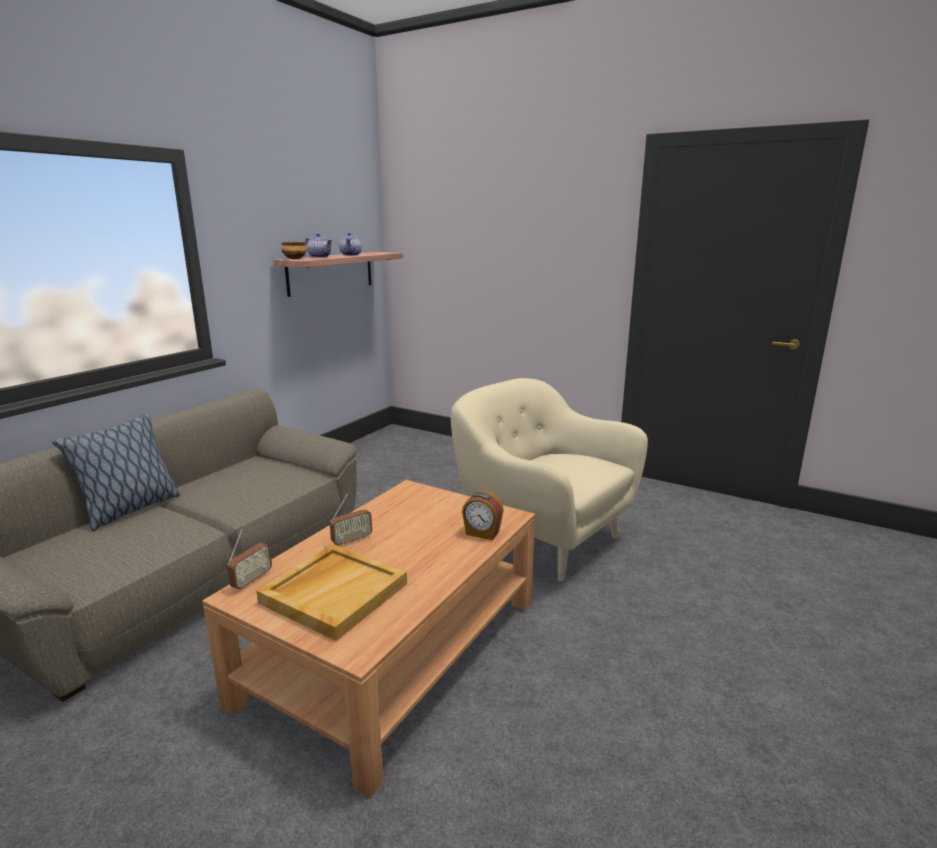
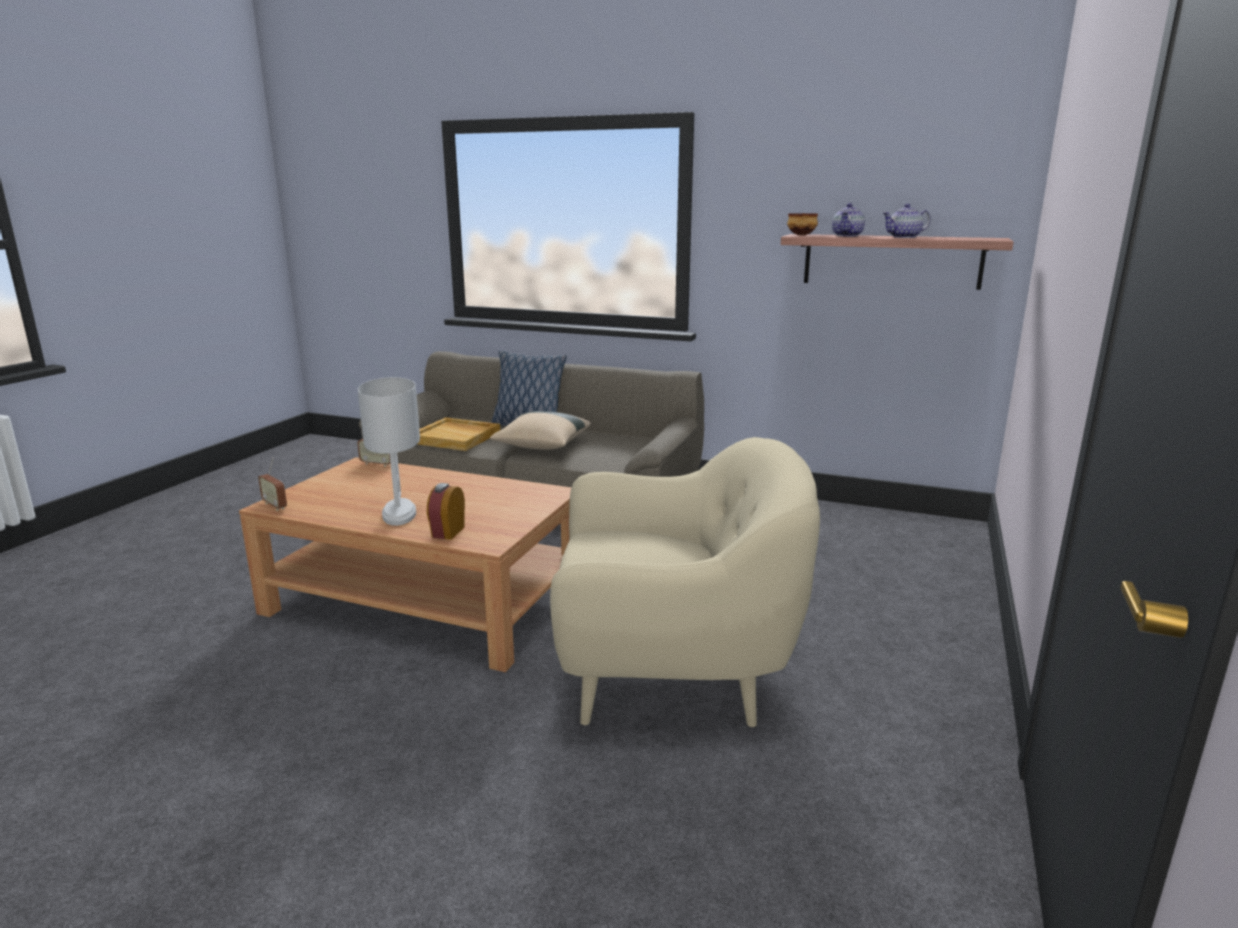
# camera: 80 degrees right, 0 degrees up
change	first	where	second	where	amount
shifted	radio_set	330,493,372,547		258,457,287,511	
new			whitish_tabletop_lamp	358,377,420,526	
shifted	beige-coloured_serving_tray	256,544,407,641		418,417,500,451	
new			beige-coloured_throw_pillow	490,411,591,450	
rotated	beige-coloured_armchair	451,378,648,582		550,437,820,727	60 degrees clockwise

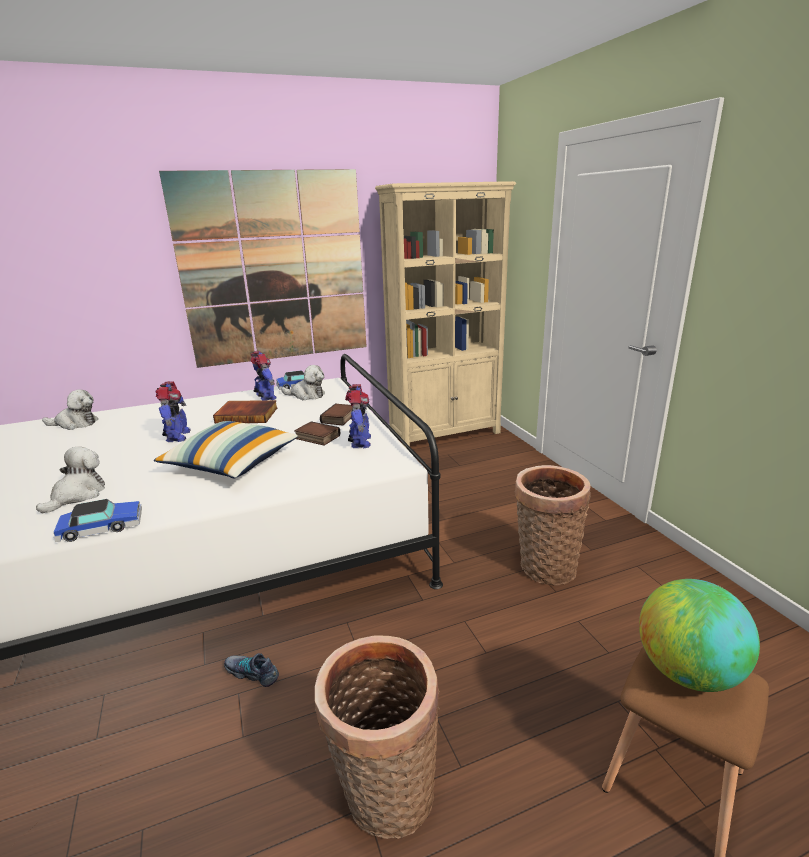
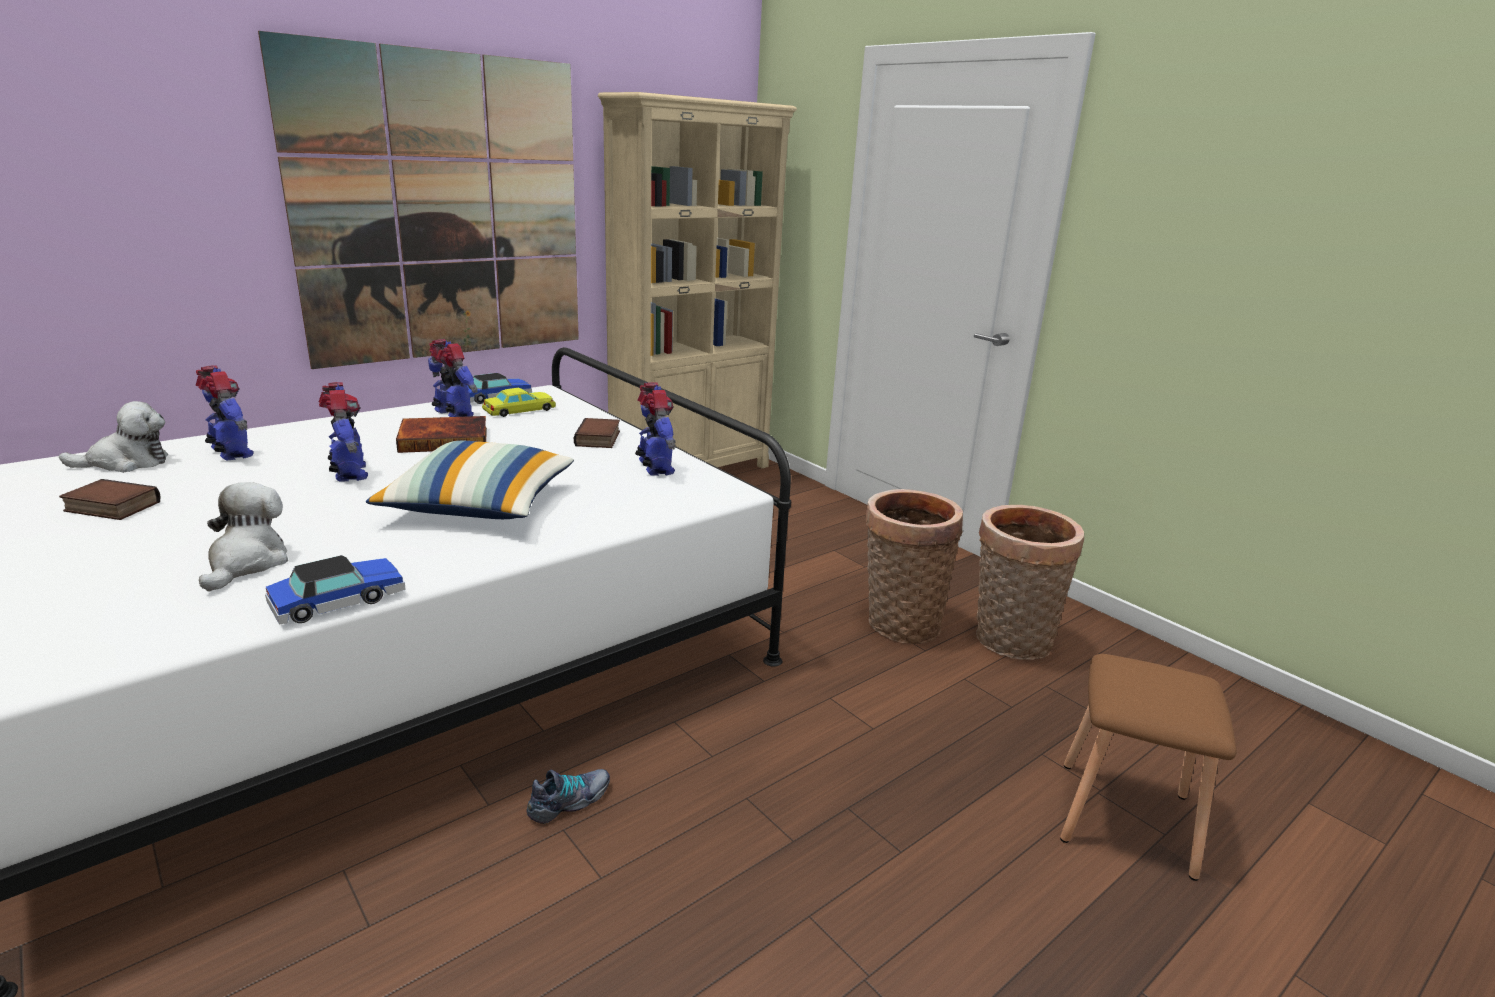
# camera: 20 degrees left, 0 degrees up
change	first	where	second	where	amount
shifted	bound_book	294,421,340,446		59,479,161,520	
new			model_robot	195,365,254,461	
swapped	soft_toy	281,365,325,400	yellow-coloured_model_car	482,388,556,417	
rotated	shoe	224,653,279,687		526,769,610,824	135 degrees clockwise
shifted	storage_basket	315,635,440,839		976,505,1084,660	
gone	world_globe	639,579,760,692			

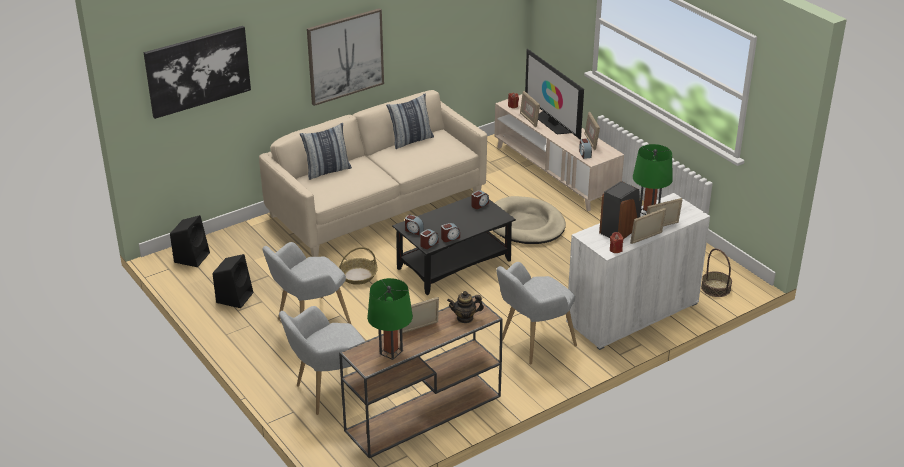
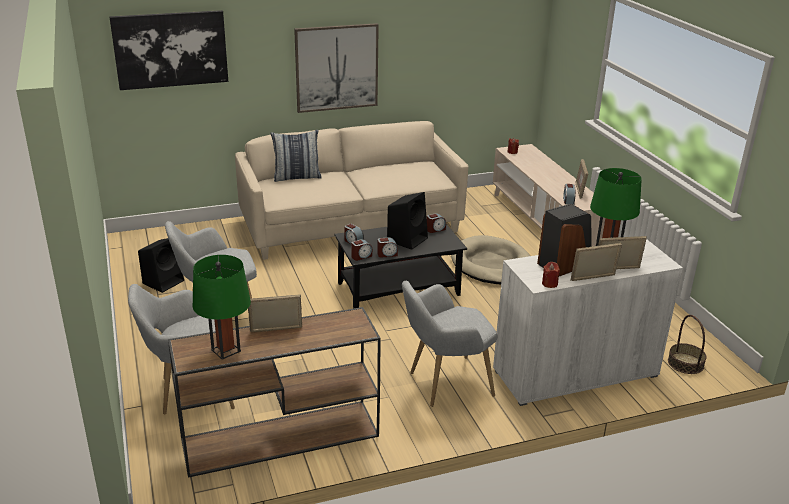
# camera: 15 degrees right, 5 degrees down
change	first	where	second	where	amount
shifted	blackish_loudspeaker	170,215,210,267		387,192,428,250	
gone	storage_basket	339,247,378,285			
gone	throw_pillow	386,93,434,149			
gone	pot_for_tea	447,291,484,323			
gone	photo_frame	520,91,540,127			
gone	TV_set	525,49,584,139			

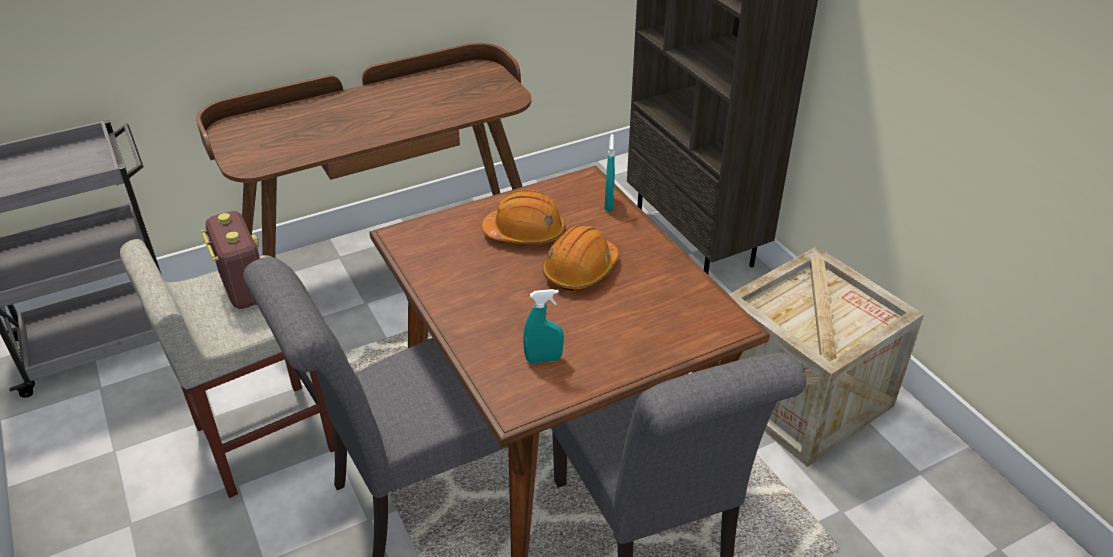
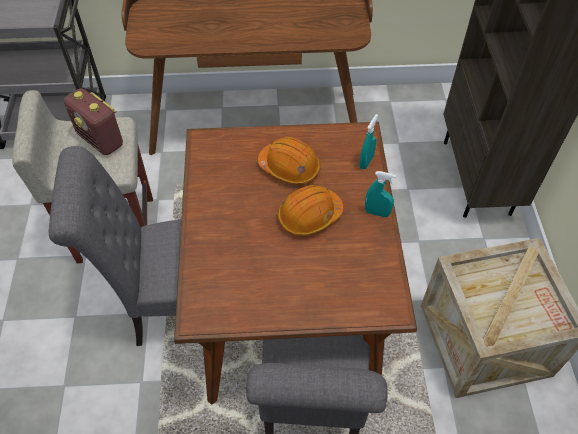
# camera: 25 degrees right, 15 degrees up
change	first	where	second	where	amount
rotated	radio_set	201,211,260,309		64,88,123,155	135 degrees clockwise
shifted	turquoise_hand_sprayer	523,289,564,363		365,171,396,217	

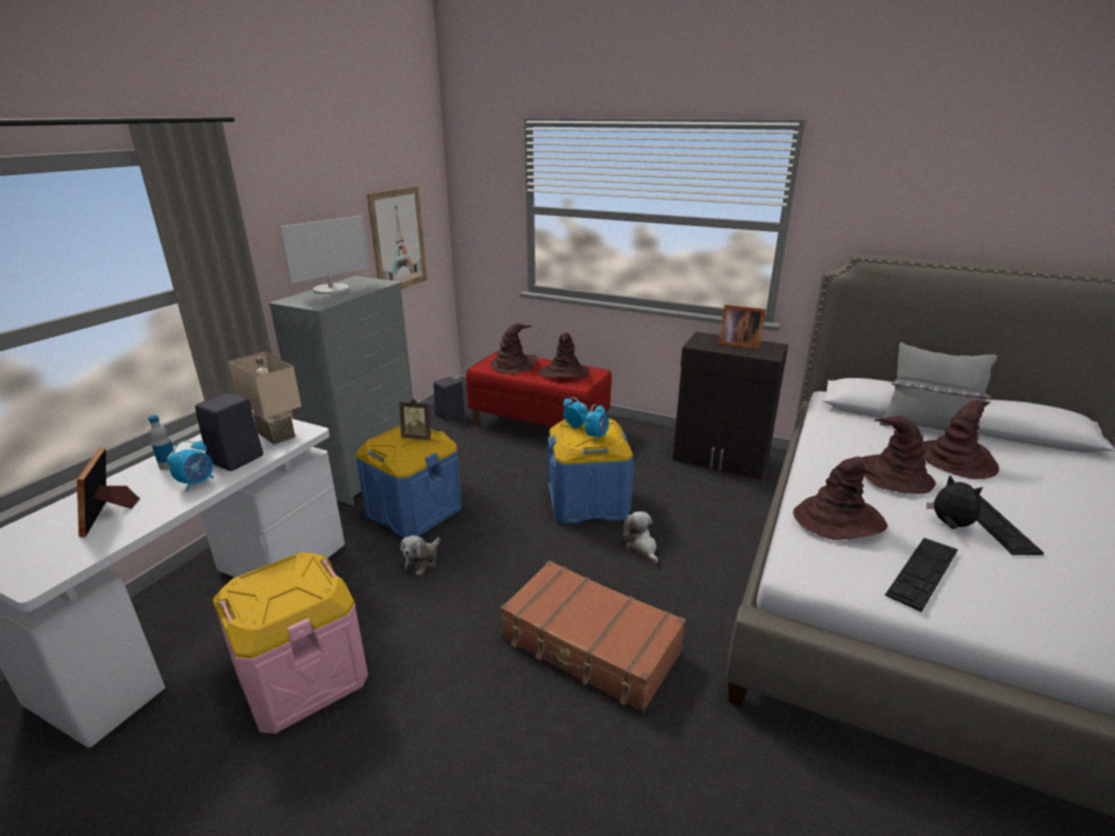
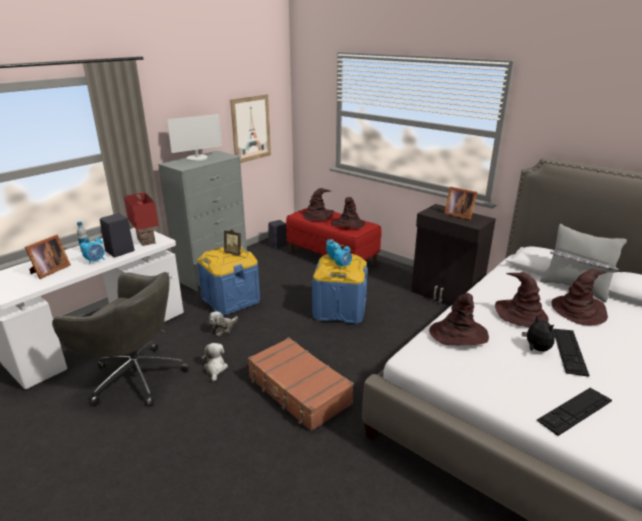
# camera: 15 degrees right, 0 degrees up
change	first	where	second	where	amount
rotated	photo_frame	77,447,140,537		25,235,71,279	150 degrees counterclockwise
swapped	pink_storage_container	213,552,368,734	greyish_computer_chair	52,272,189,406	
repainted	beige-coloured_tabletop_lamp	228,352,302,445	red_tabletop_lamp	124,192,159,246	
shifted	soft_toy	622,512,658,564		201,343,228,382	
shifted	keyboard	885,538,958,612		537,388,612,436	

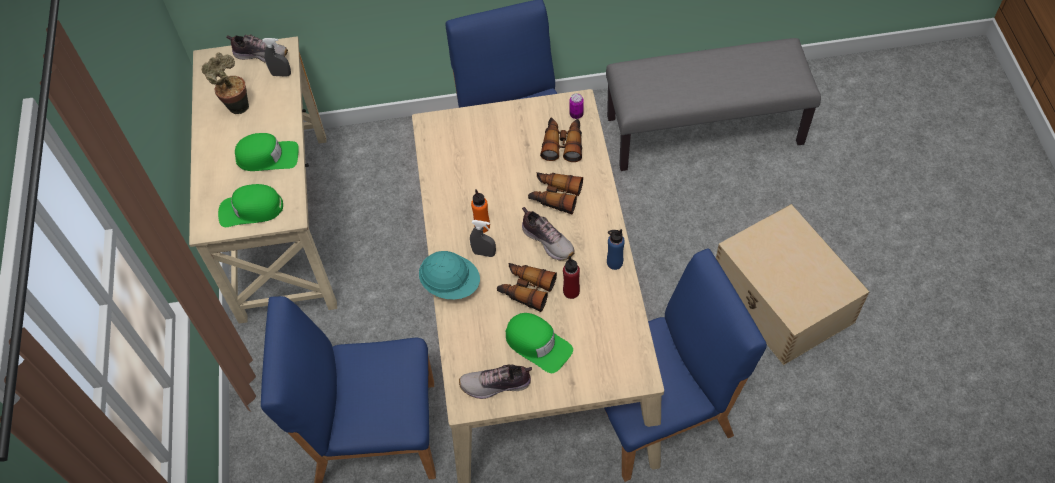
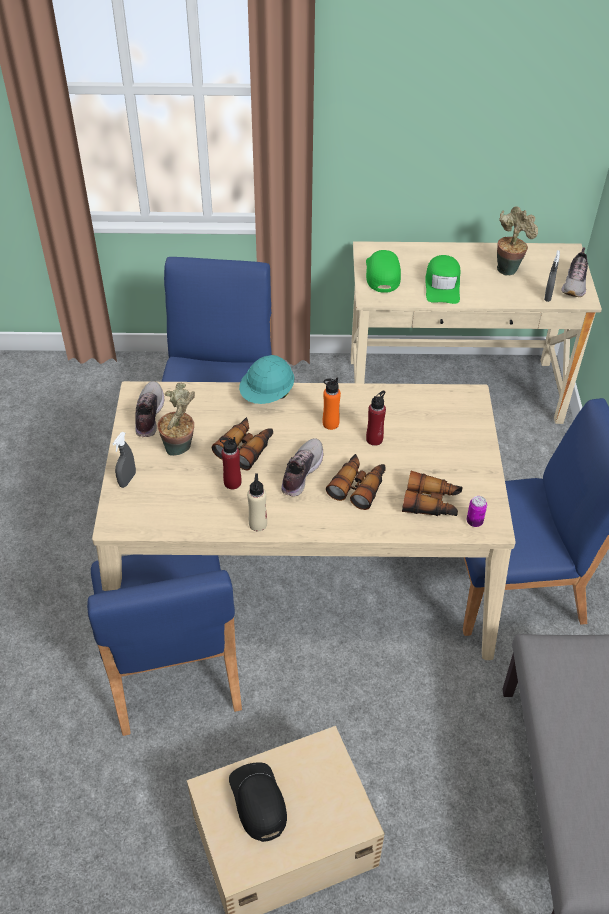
# camera: 95 degrees right, 10 degrees down
change	first	where	second	where	amount
shifted	greyish_hand_sprayer	470,220,496,257		113,432,136,488	
swapped	green-coloured_cap	506,313,573,373	plant_in_a_pot	158,383,195,456	
new			blackish_cap	229,762,287,842	
repainted	blue-coloured_drink_bottle	607,229,625,270	beige-coloured_drink_bottle	247,473,267,531	
rotated	shoe	522,207,575,260		281,438,323,496	150 degrees clockwise
new			red_drink_bottle	366,390,386,446	

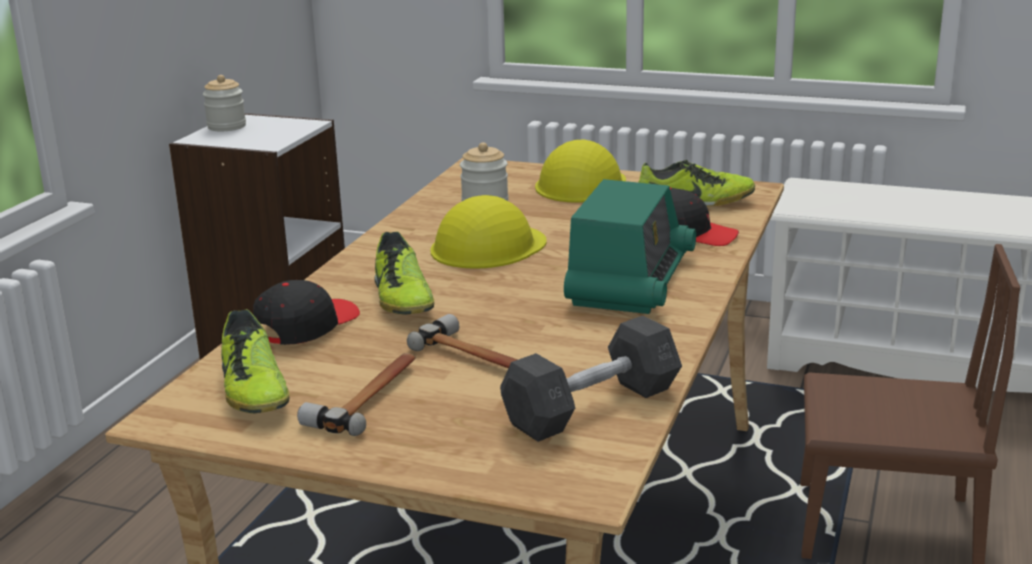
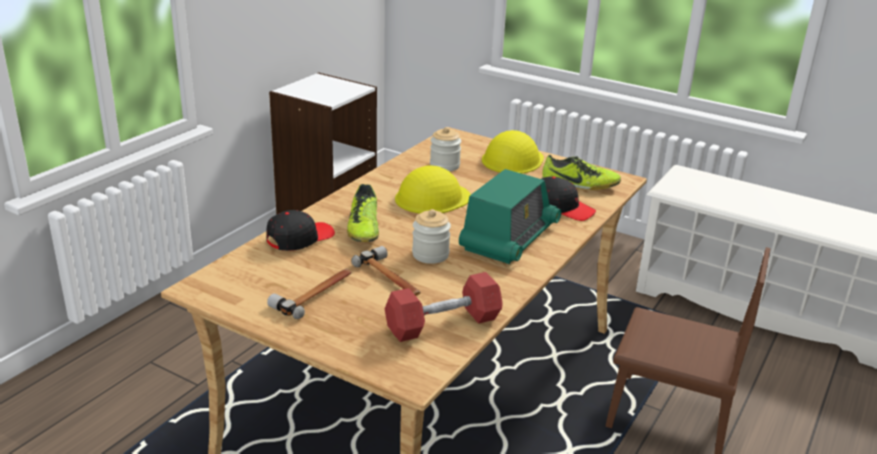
# camera: 10 degrees right, 5 degrees up
change	first	where	second	where	amount
repainted	greyish_dumbbell	500,316,682,442	red_dumbbell	385,272,503,342	
shifted	storage_jar	203,75,246,131		412,209,451,264	
gone	shoe	221,309,290,413			

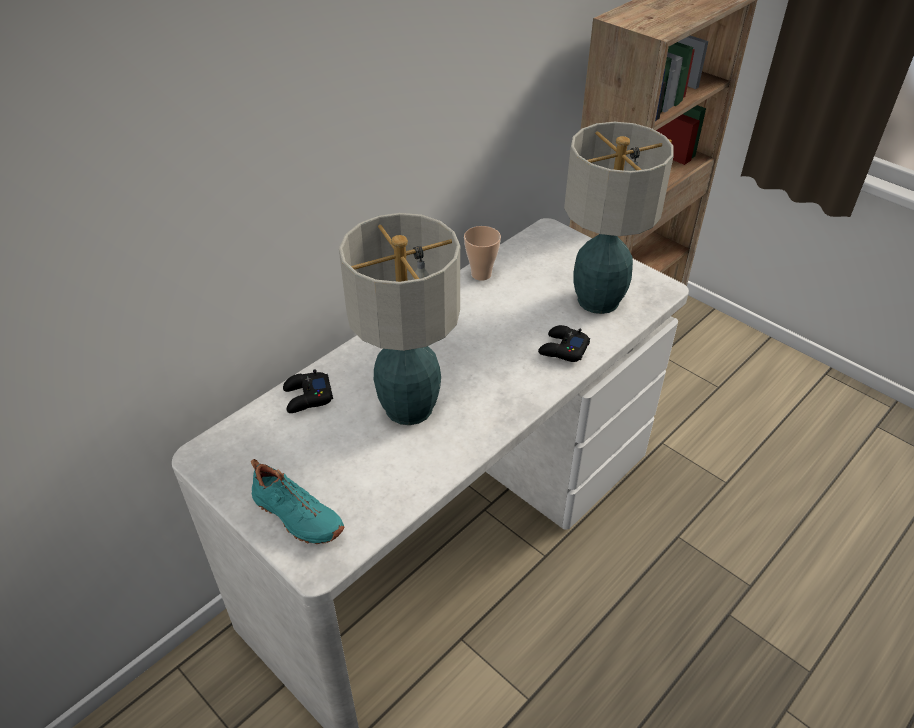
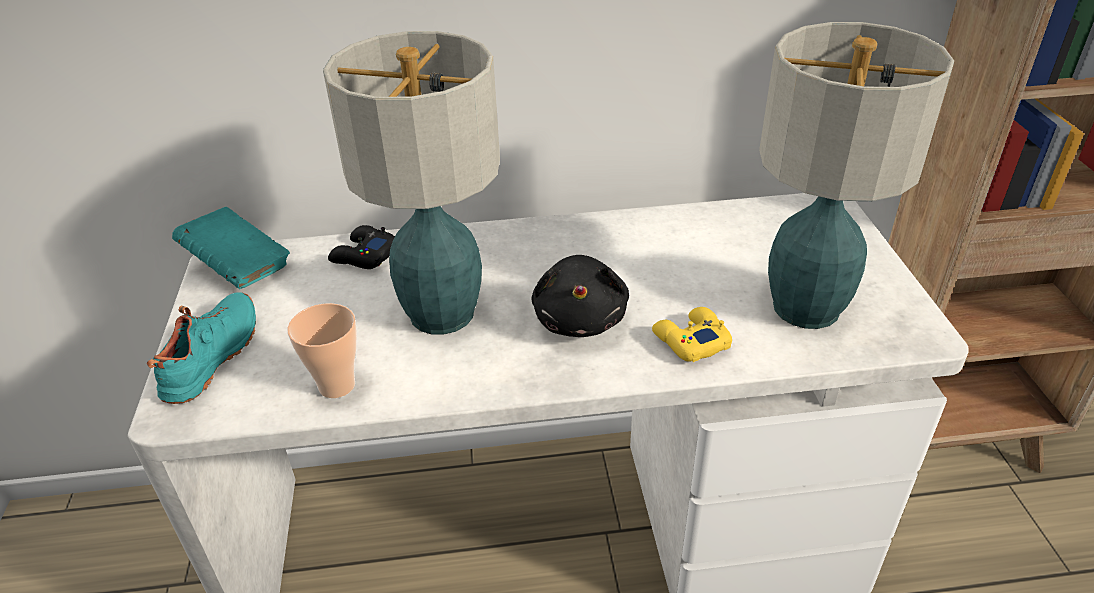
# camera: 40 degrees right, 5 degrees down
change	first	where	second	where	amount
rotated	turquoise_shoe	251,459,345,544		147,292,256,404	150 degrees counterclockwise
new			turquoise_bound_book	172,207,290,289	
shifted	small_cup	464,226,501,281		287,303,357,398	
new			blackish_soft_toy	532,255,629,337	
repainted	blackish_gamepad	538,325,590,362	yellow-coloured_gamepad	652,307,732,362	

